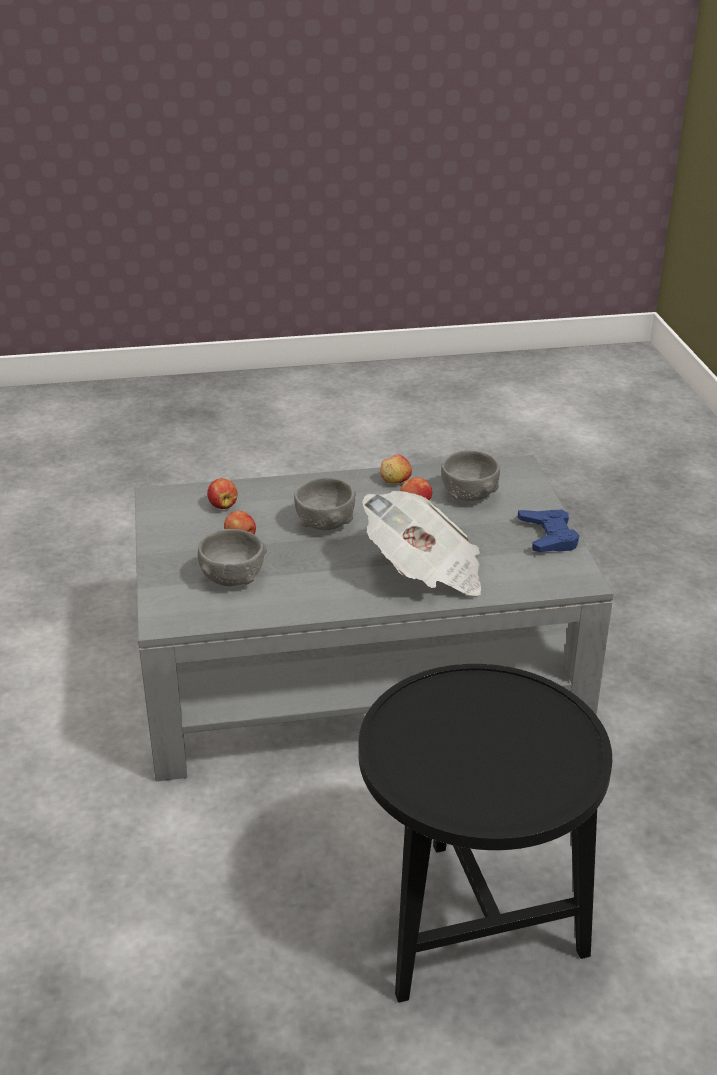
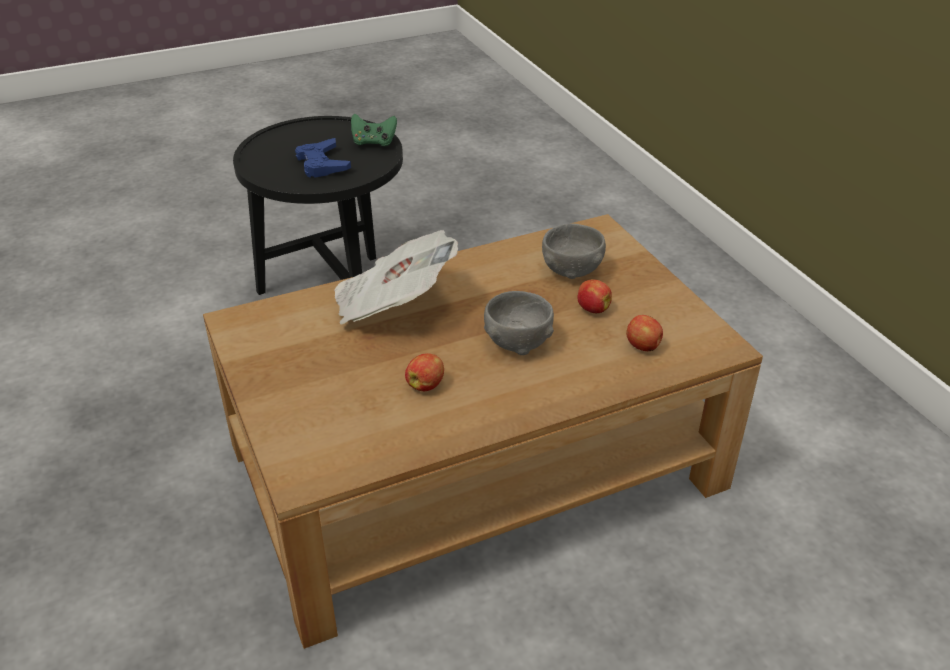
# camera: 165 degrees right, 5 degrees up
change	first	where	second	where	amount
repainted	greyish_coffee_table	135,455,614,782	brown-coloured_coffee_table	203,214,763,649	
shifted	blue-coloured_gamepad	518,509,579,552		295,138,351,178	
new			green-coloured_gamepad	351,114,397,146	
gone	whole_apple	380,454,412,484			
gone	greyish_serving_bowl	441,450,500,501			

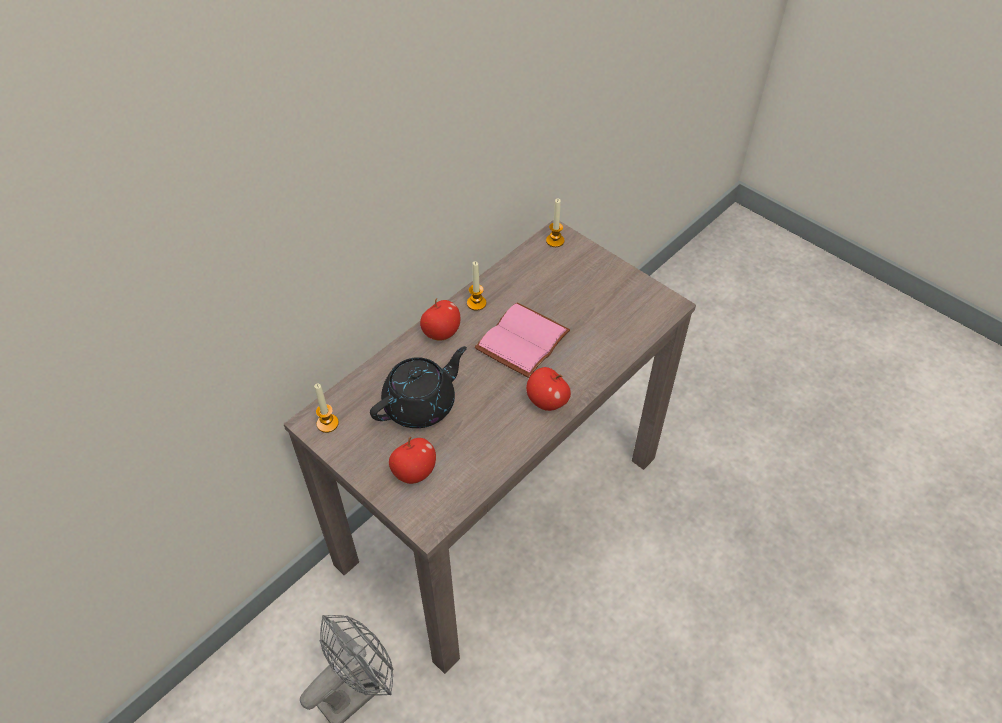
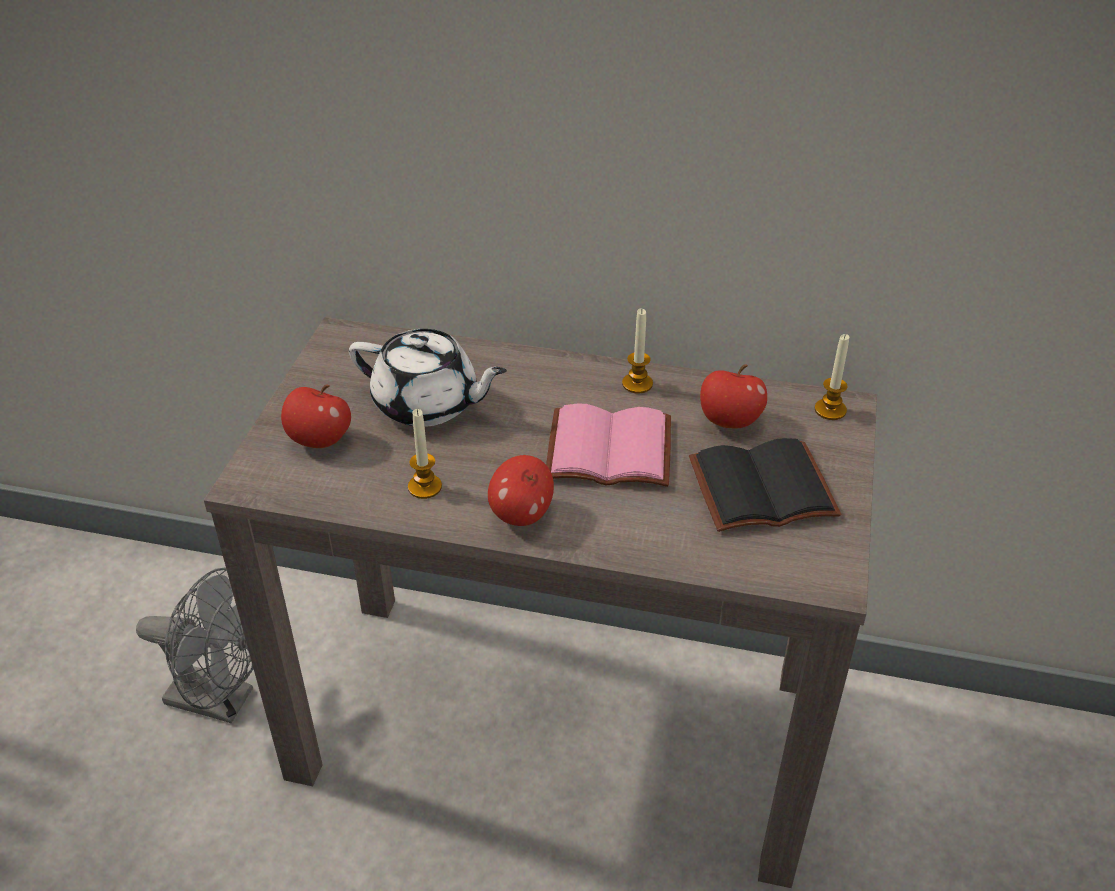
# camera: 60 degrees right, 10 degrees down
change	first	where	second	where	amount
repainted	blackish_pot_for_tea	370,346,467,428	whitish_pot_for_tea	349,329,507,427	
shifted	wax_light	314,383,339,433		408,409,442,499	
new			blackish_bound_book	689,438,841,532	
shifted	whole_apple	420,298,460,341		700,364,767,428	

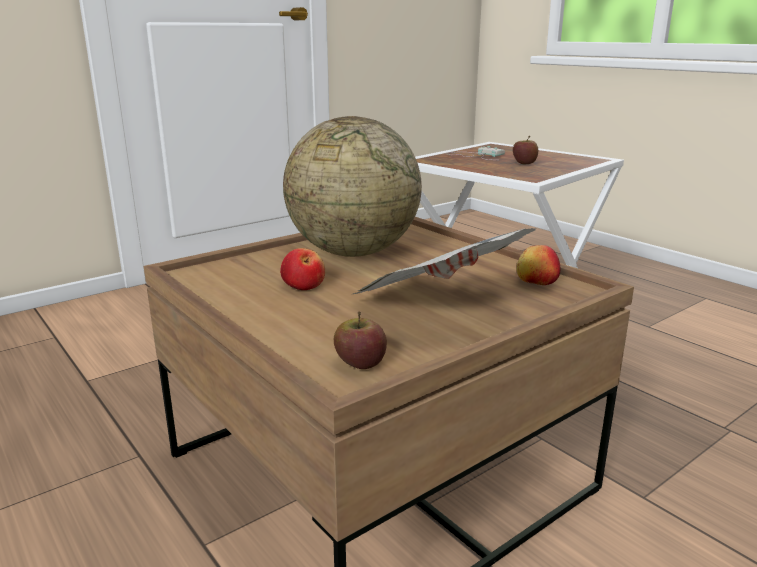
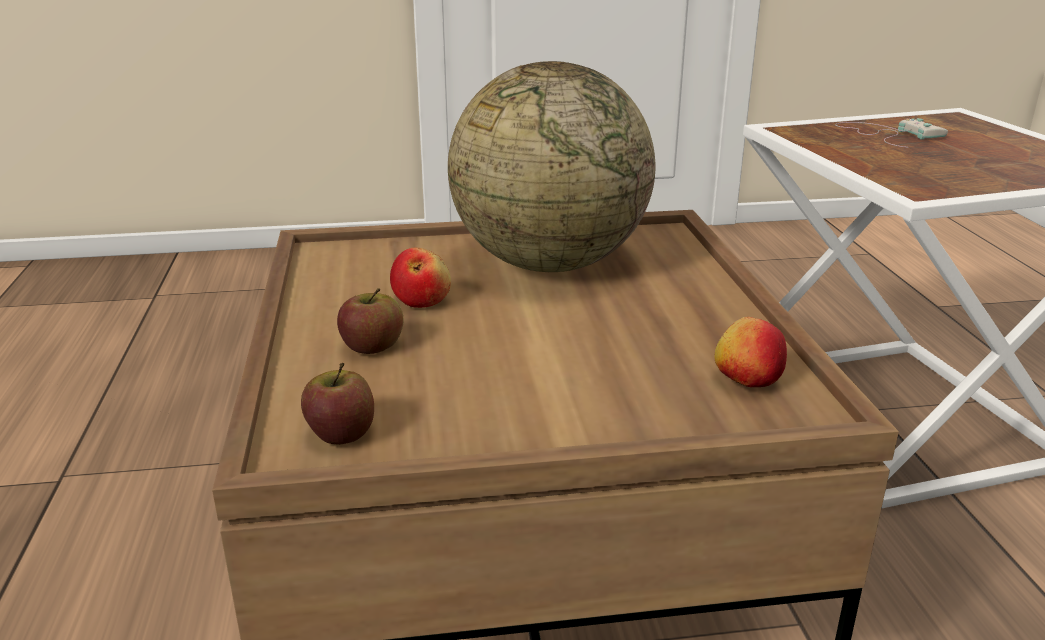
# camera: 30 degrees right, 5 degrees up
change	first	where	second	where	amount
shifted	whole_apple	513,136,538,164		337,288,404,354	
gone	printed_paper	353,228,536,294			

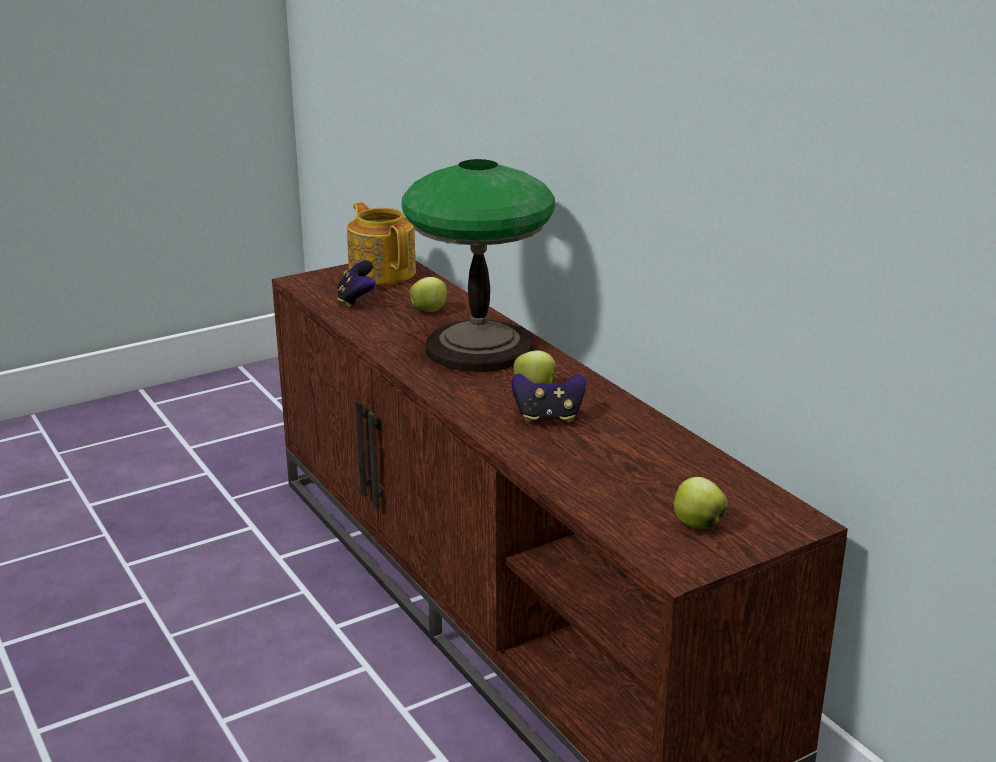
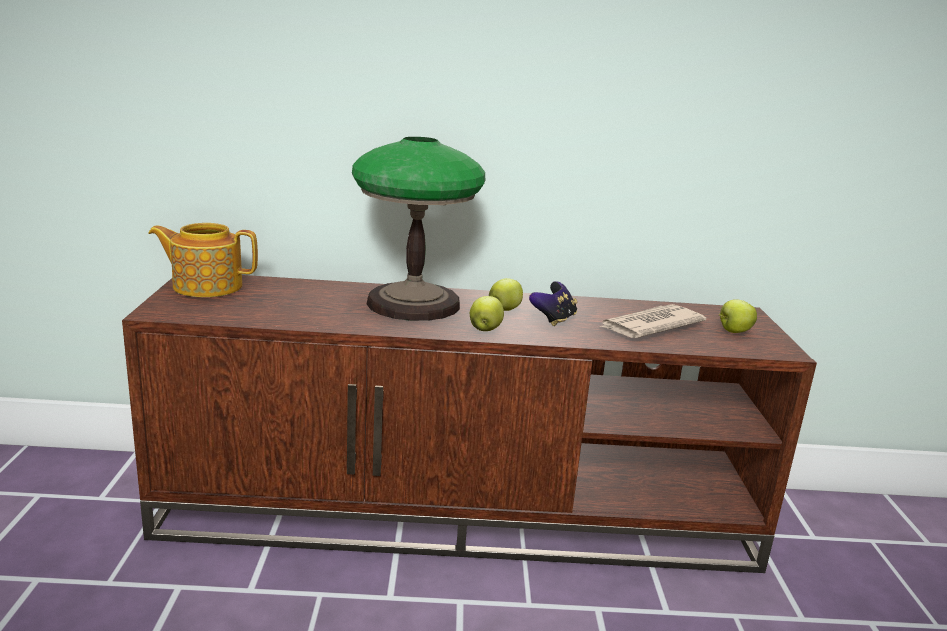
# camera: 60 degrees left, 5 degrees down
change	first	where	second	where	amount
shifted	whole_apple	410,277,450,312		470,296,504,331	
new			printed_paper	600,304,706,338	
gone	gamepad	337,260,376,308			

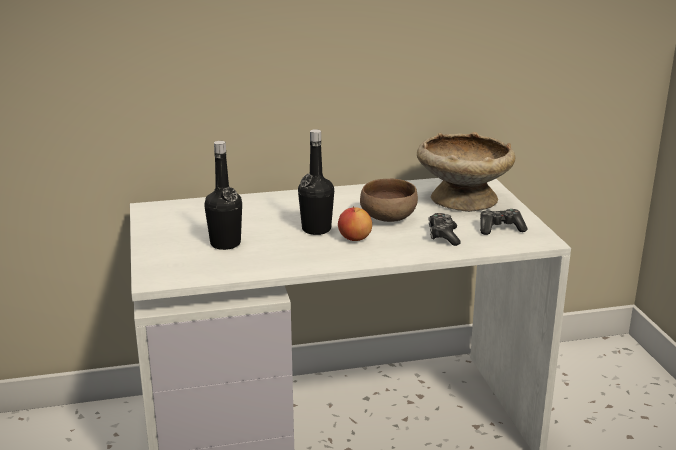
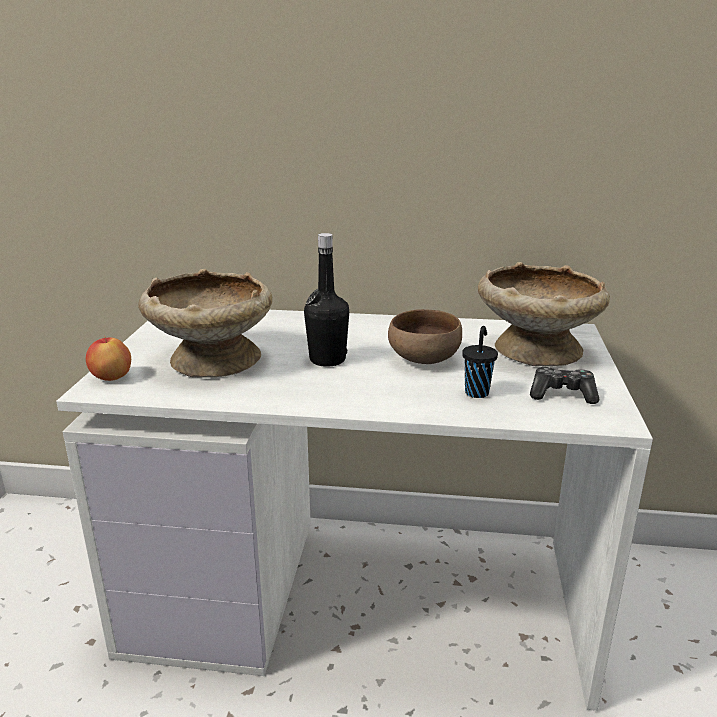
# camera: 20 degrees right, 0 degrees up
change	first	where	second	where	amount
shifted	whole_apple	338,206,372,241		86,336,131,381	
swapped	blackish_drink_bottle	204,141,242,250	beige-coloured_serving_bowl	138,269,272,378	
swapped	gamepad	428,213,461,246	blackish_small_cup	462,326,498,398	

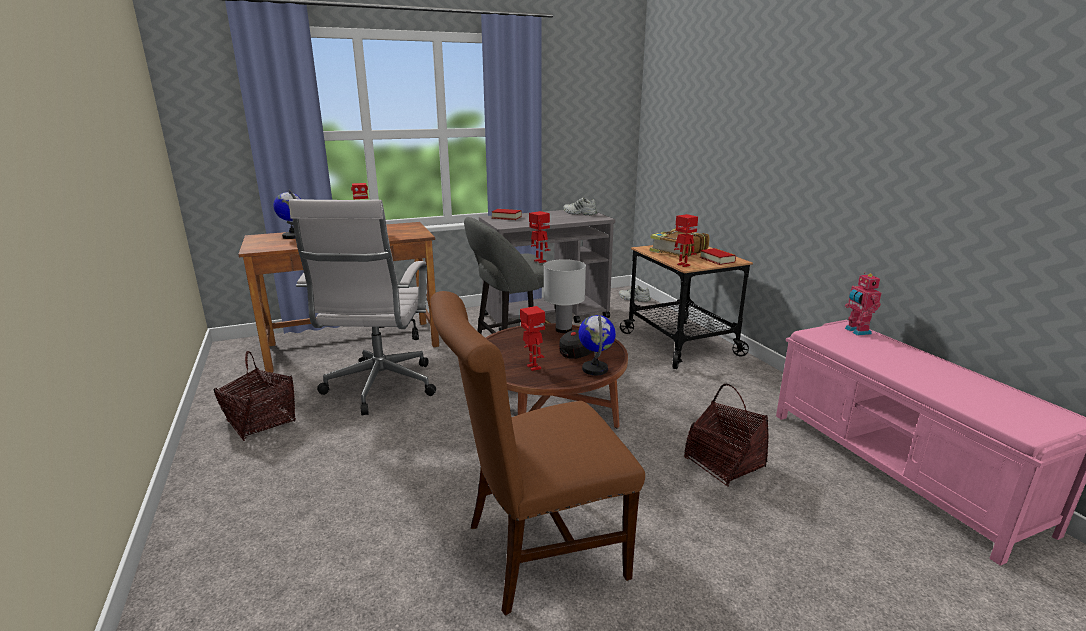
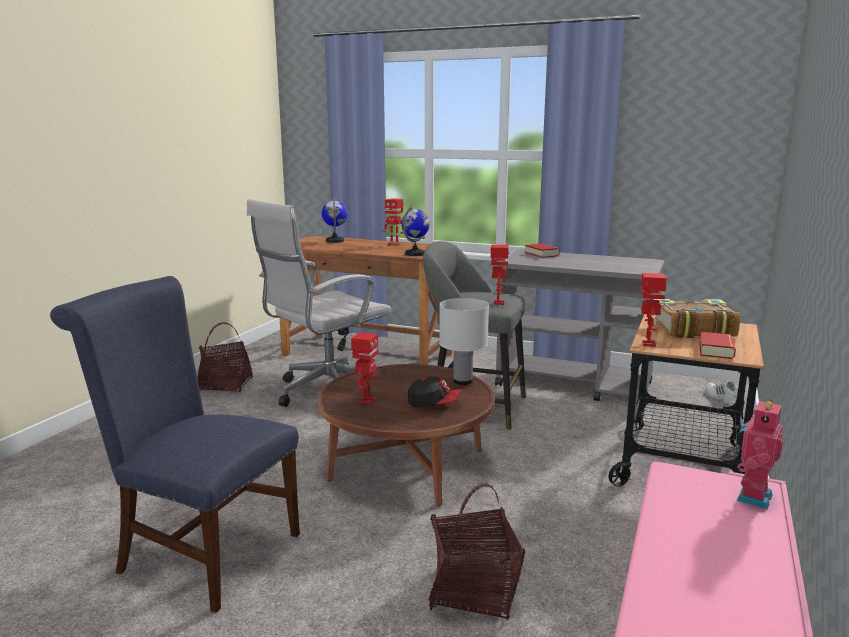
# camera: 45 degrees right, 5 degrees down
change	first	where	second	where	amount
repainted	brown-coloured_chair	430,291,645,616	blue-coloured_chair	50,276,300,613	
shifted	world_globe	579,315,616,375		401,206,430,256	
gone	whitish_shoe	563,198,598,215			

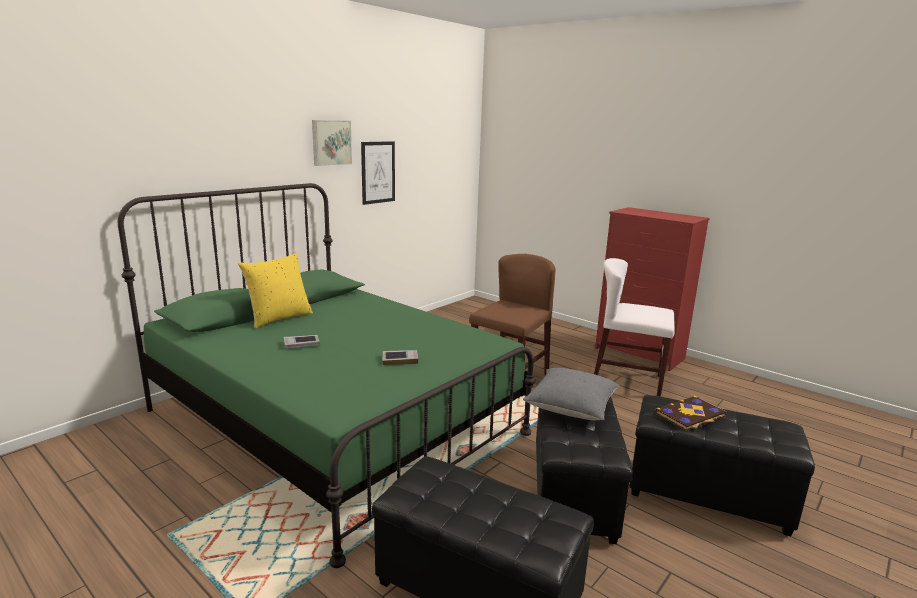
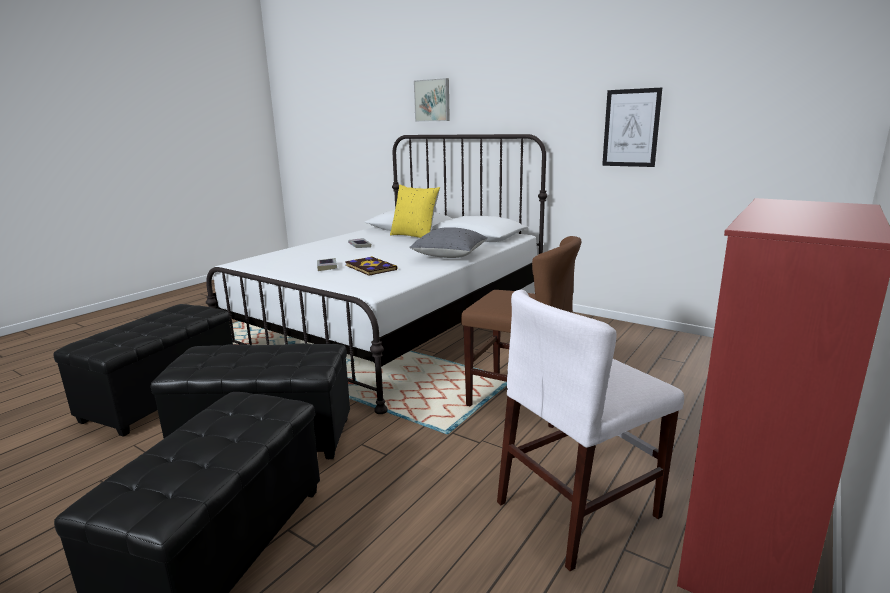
# camera: 85 degrees right, 0 degrees up
change	first	where	second	where	amount
repainted	green-coloured_bedroom_bed	118,183,536,568	whitish_bedroom_bed	206,134,548,414	
shifted	bound_book	655,396,726,431		345,256,398,276	
shifted	greyish_throw_pillow	523,368,620,420		409,227,488,258	
shifted	wall_picture	312,120,352,166		414,78,450,122	
rotated	whitish_chair	594,258,675,396		497,290,684,571	135 degrees counterclockwise

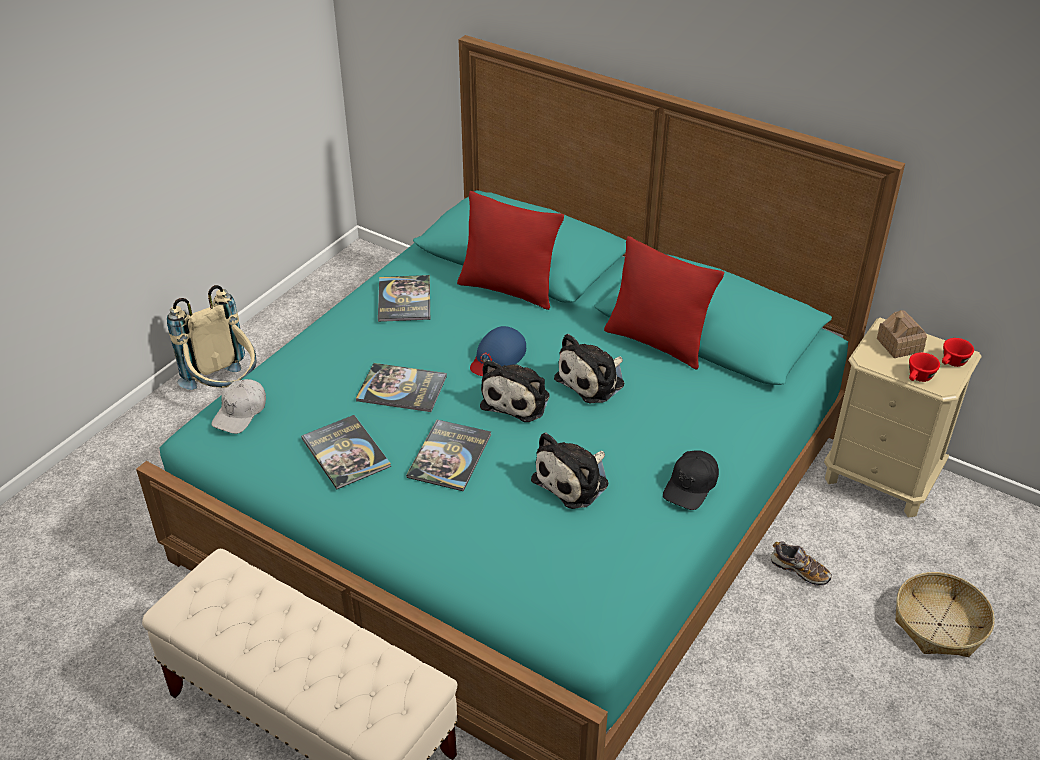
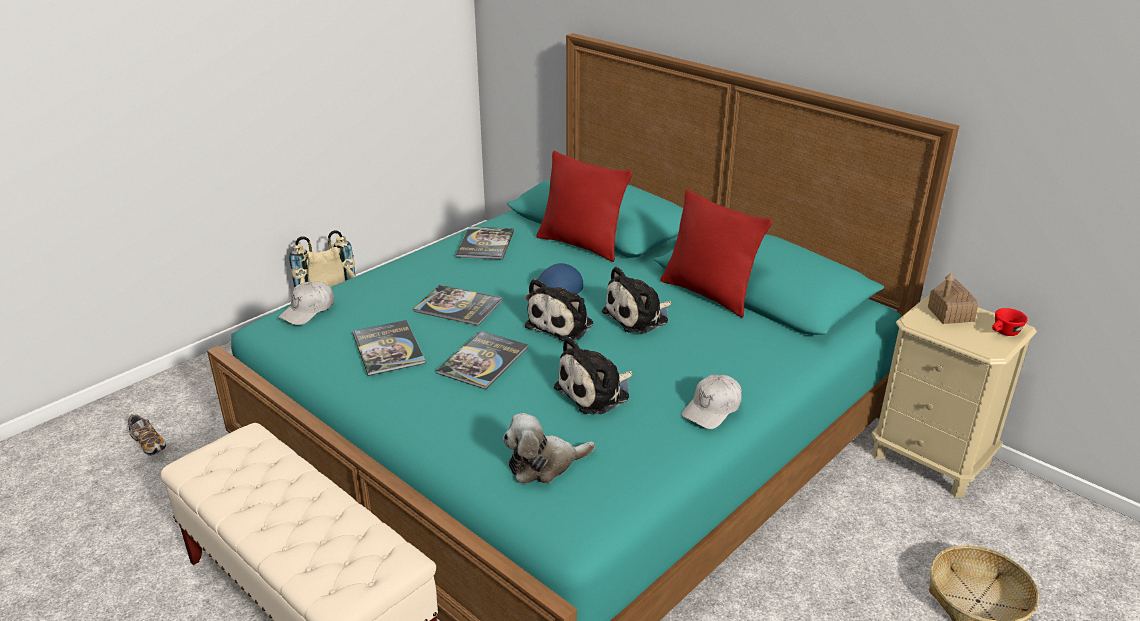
# camera: 10 degrees right, 10 degrees down
change	first	where	second	where	amount
shifted	shoe	771,541,832,586		128,414,166,456	
new			soft_toy	503,413,595,483	
repainted	blackish_cap	663,450,719,510	whitish_cap	681,374,742,429	
gone	red_small_cup	909,352,940,382			

